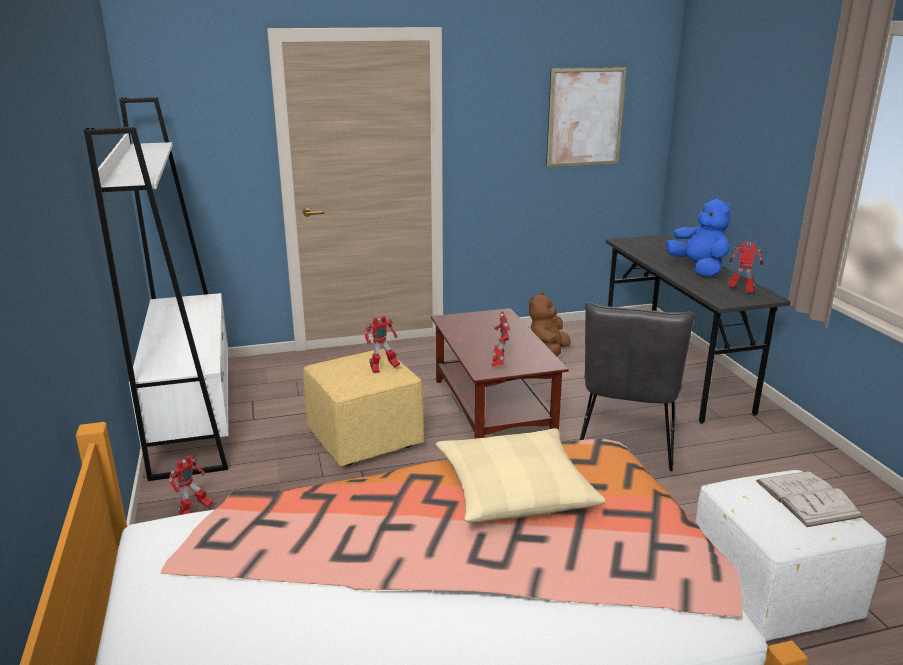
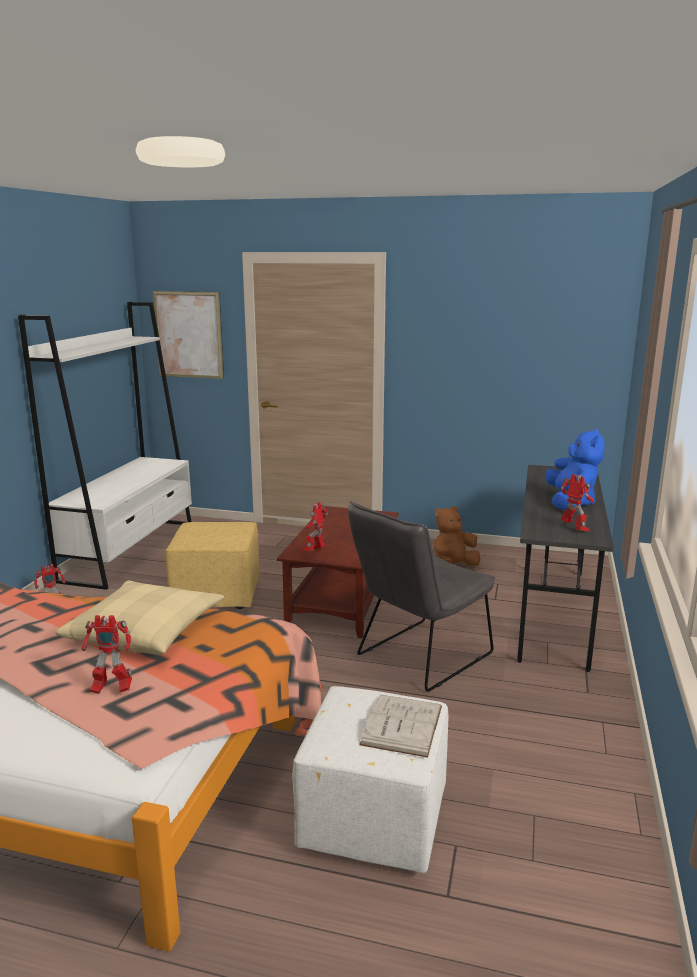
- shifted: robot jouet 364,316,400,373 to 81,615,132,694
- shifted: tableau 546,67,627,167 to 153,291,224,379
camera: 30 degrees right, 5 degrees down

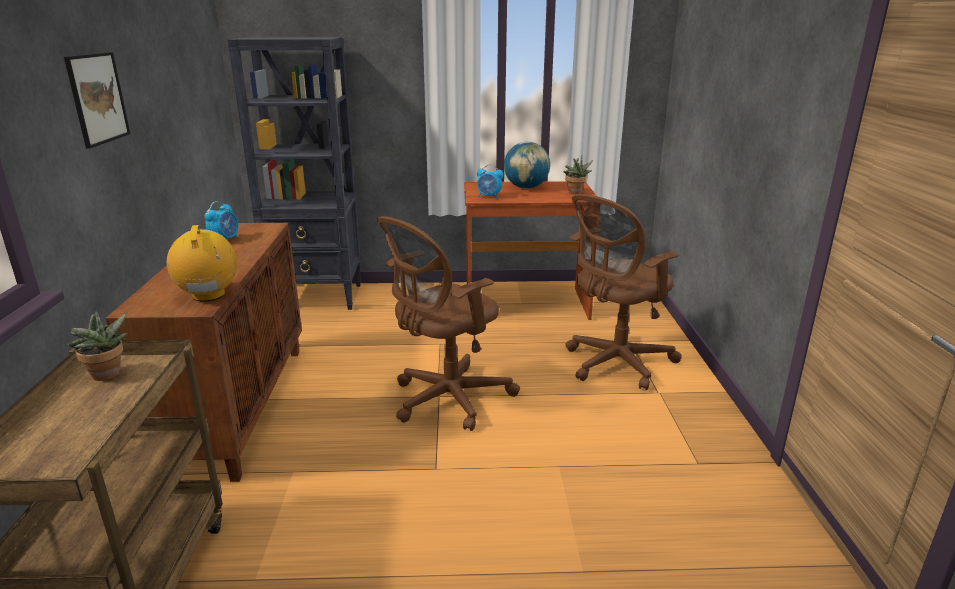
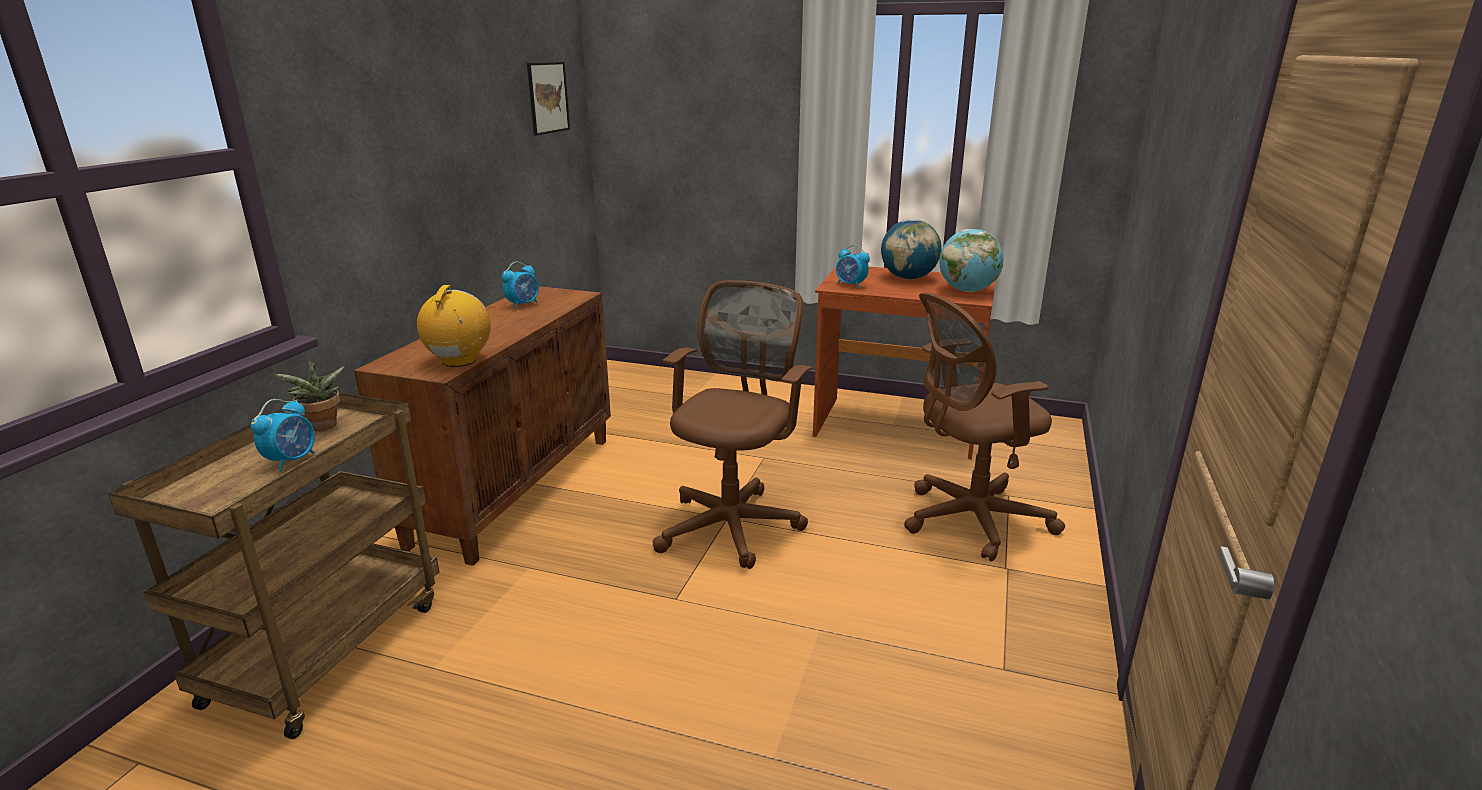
- shifted: tableau 64,52,130,149 to 527,62,570,136
- gone: bibliothèque/noir 228,37,361,310
- rotated: chaise de bureau/marron 377,216,520,431 = 653,280,813,569 135 degrees clockwise
- swapped: plante en pot 564,156,593,194 to globe 939,229,1003,292
- new: réveil 251,399,315,472
camera: 20 degrees right, 0 degrees up

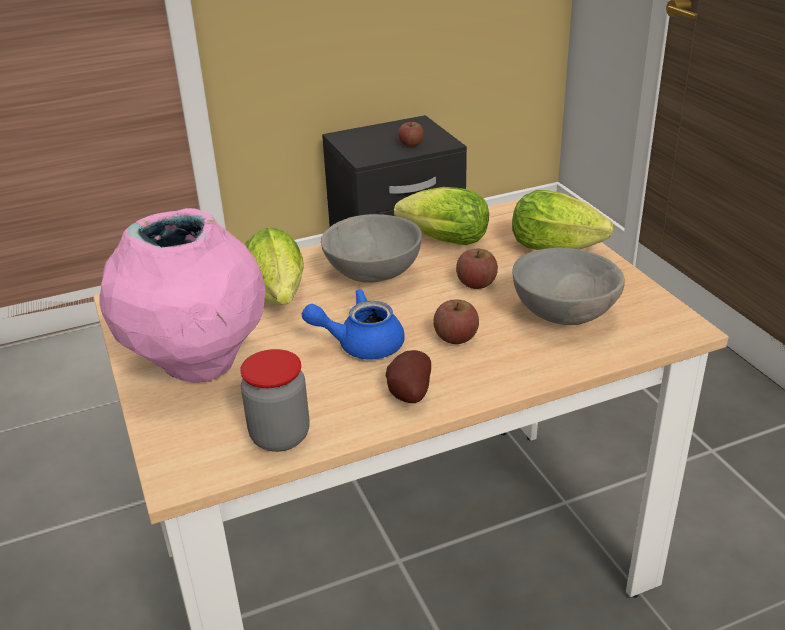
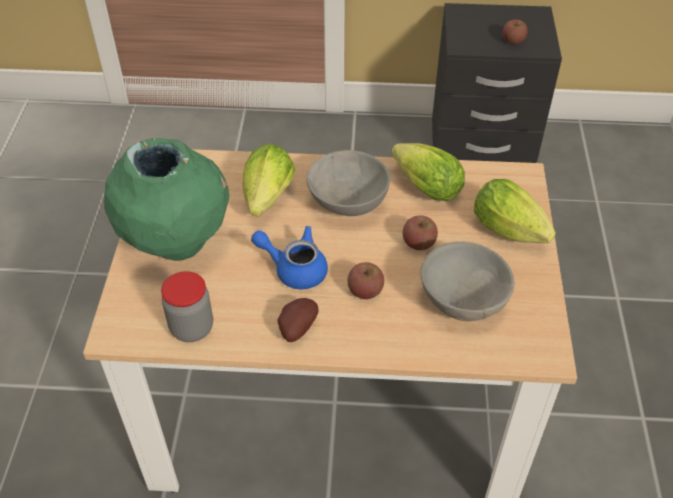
- repainted: vase/rose 99,208,266,382 to vase/vert 104,138,229,261
camera: 25 degrees right, 15 degrees up

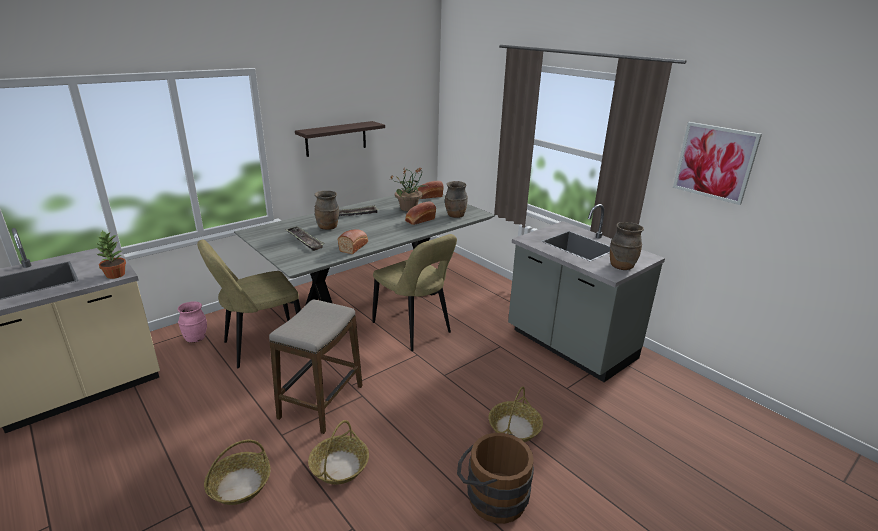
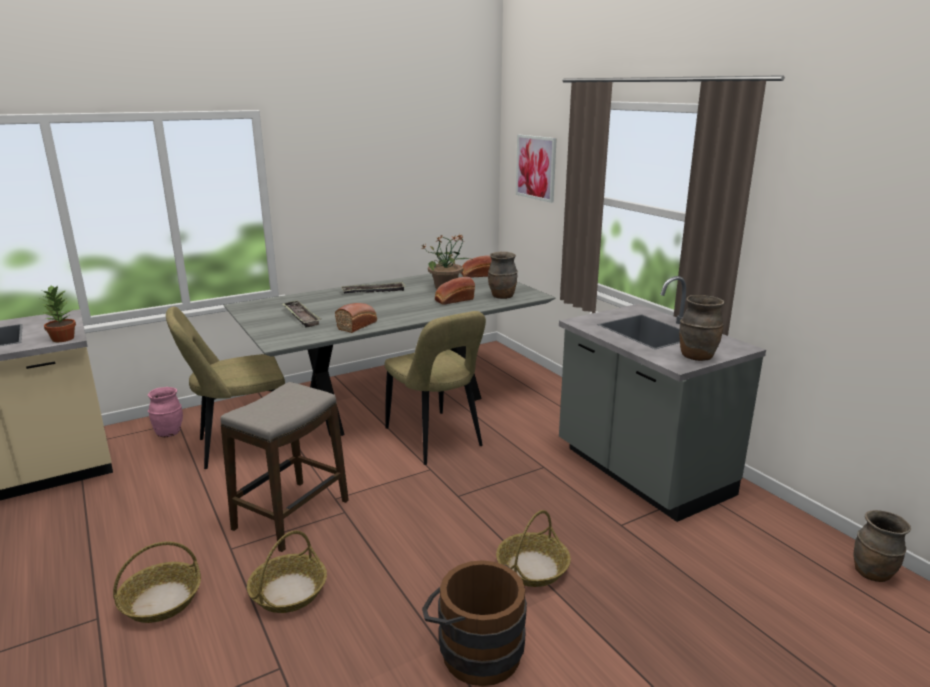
- gone: étagère 295,121,385,157
- shifted: vase/marron 315,191,339,230 to 853,510,911,582
- shifted: tableau 673,122,762,205 to 516,135,557,203
camera: 10 degrees right, 5 degrees down

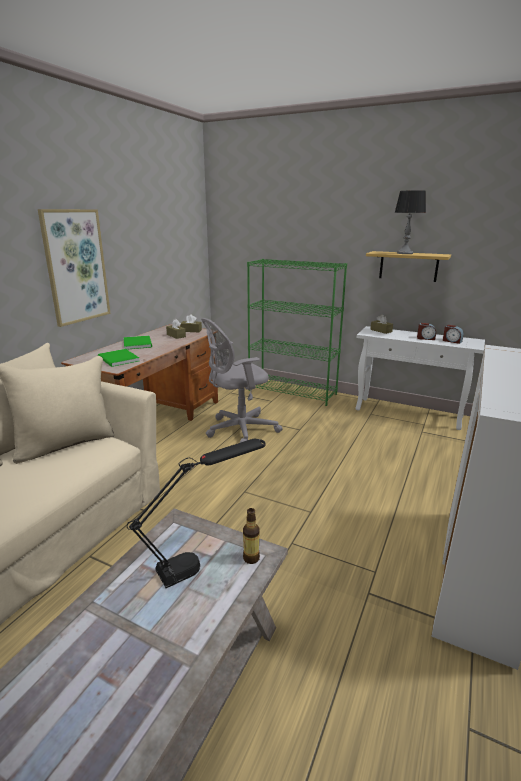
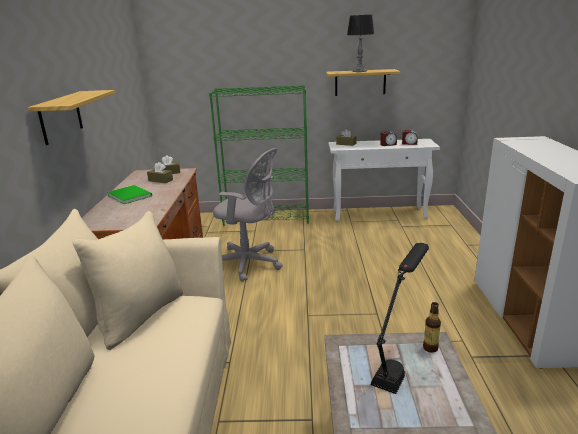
- swapped: tableau 38,209,111,327 to étagère 28,90,115,145
- gone: livre/vert 98,349,140,367
- rotated: chaise de bureau/gris 201,318,283,443 = 213,148,283,282 105 degrees counterclockwise
camera: 25 degrees left, 0 degrees up

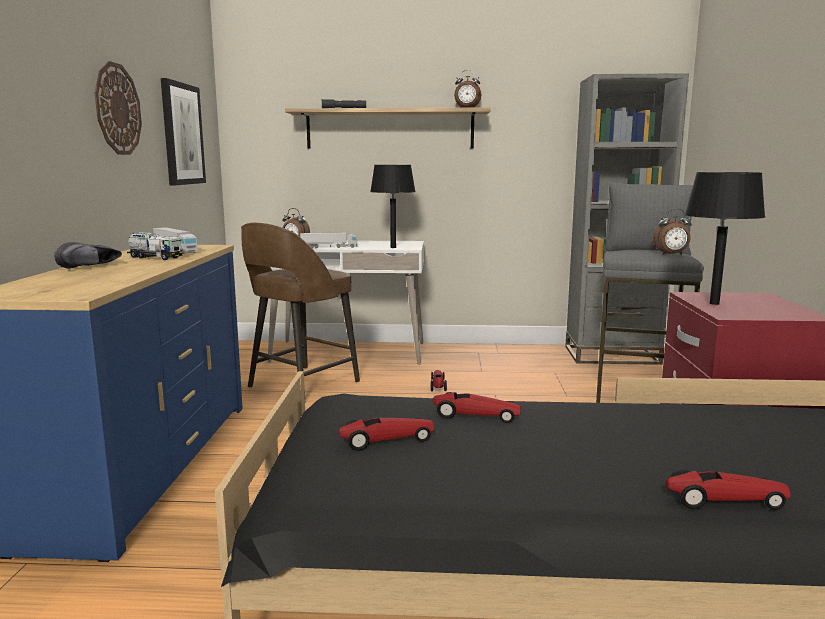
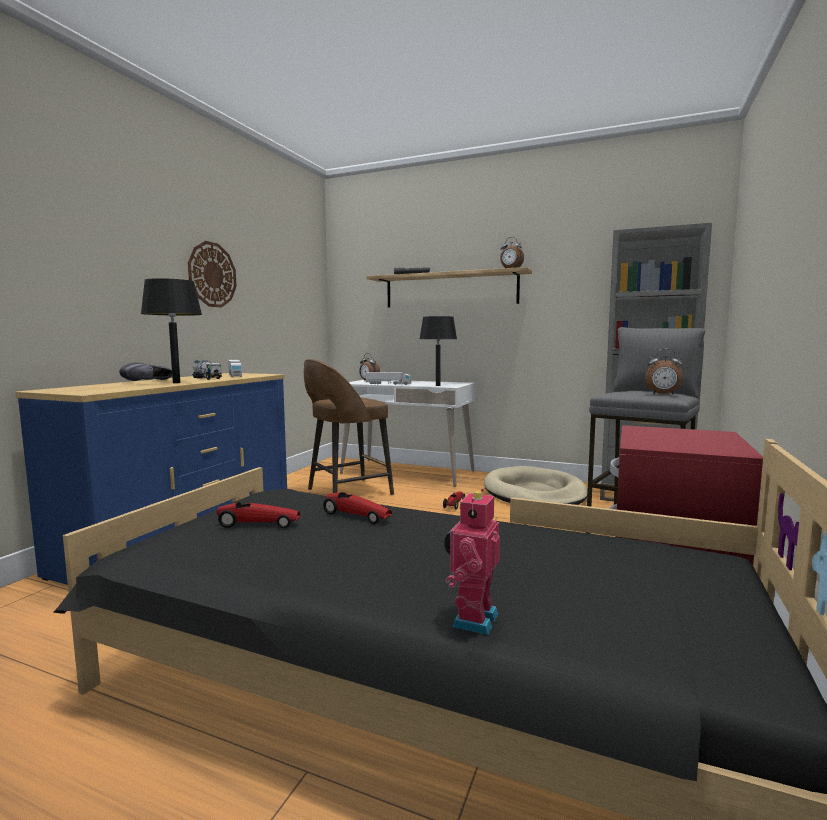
- gone: tableau 161,78,206,185
- swapped: petite voiture 666,469,791,510 to robot jouet 444,489,500,635
- shifted: lampe de table/noir 685,172,765,305 to 141,278,202,383
- new: panier pour chien/beige 484,466,588,505
camera: 20 degrees right, 5 degrees down

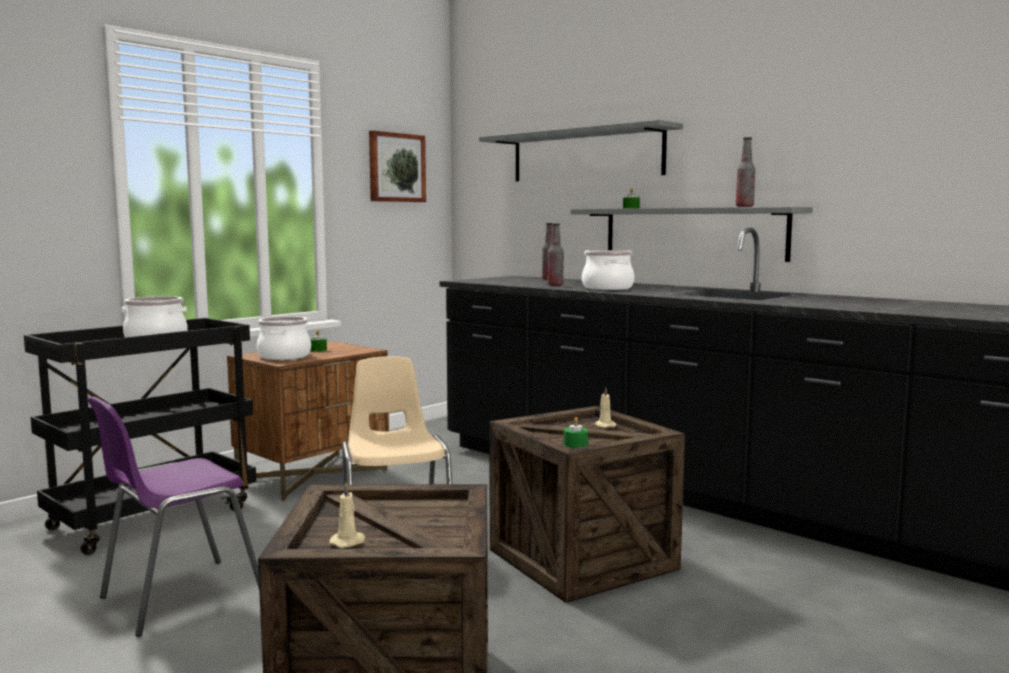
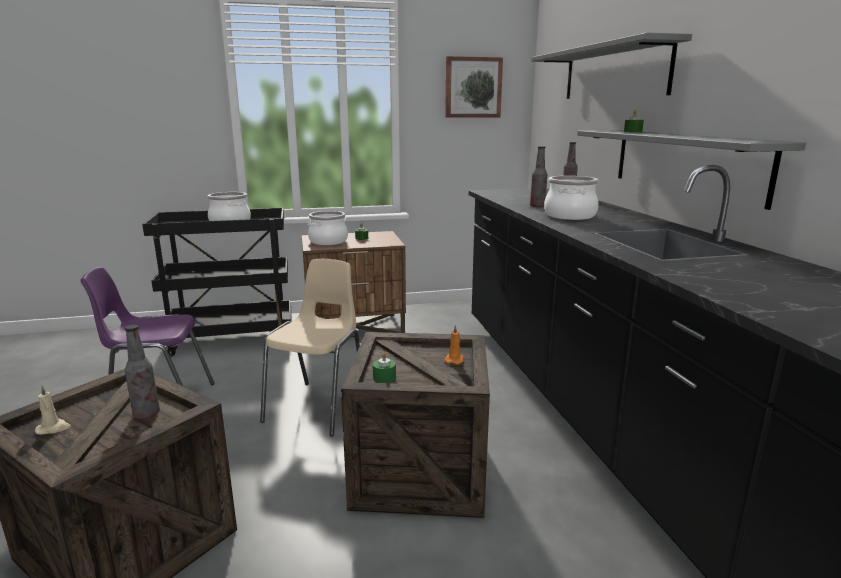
- repainted: bougie/beige 595,387,616,428 to bougie/orange 444,324,464,364
- shifted: bouteille 736,137,755,207 to 124,325,160,419
camera: 35 degrees right, 10 degrees up

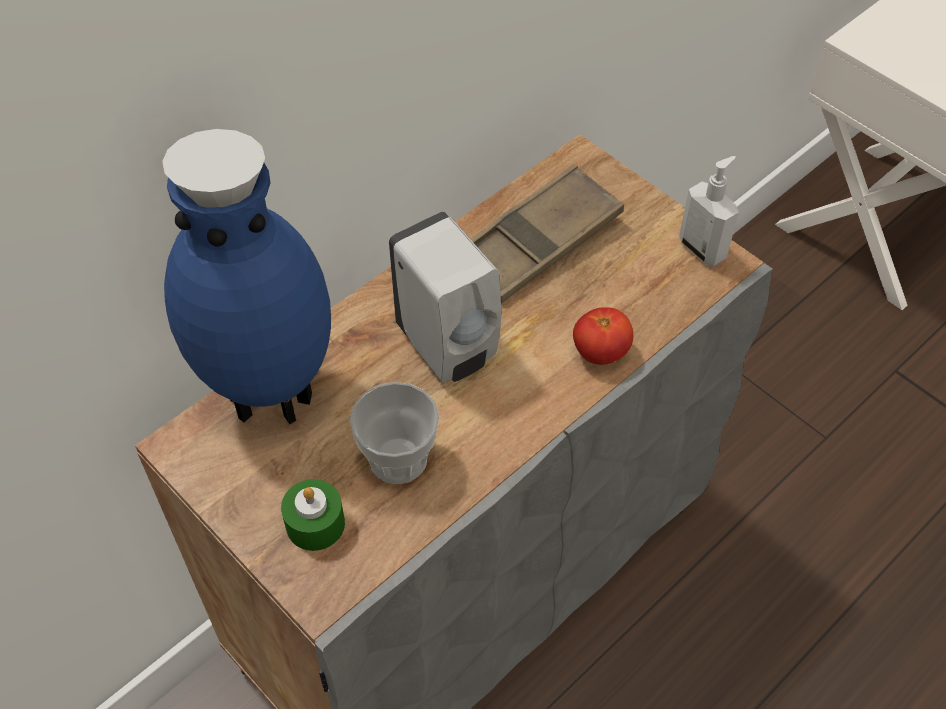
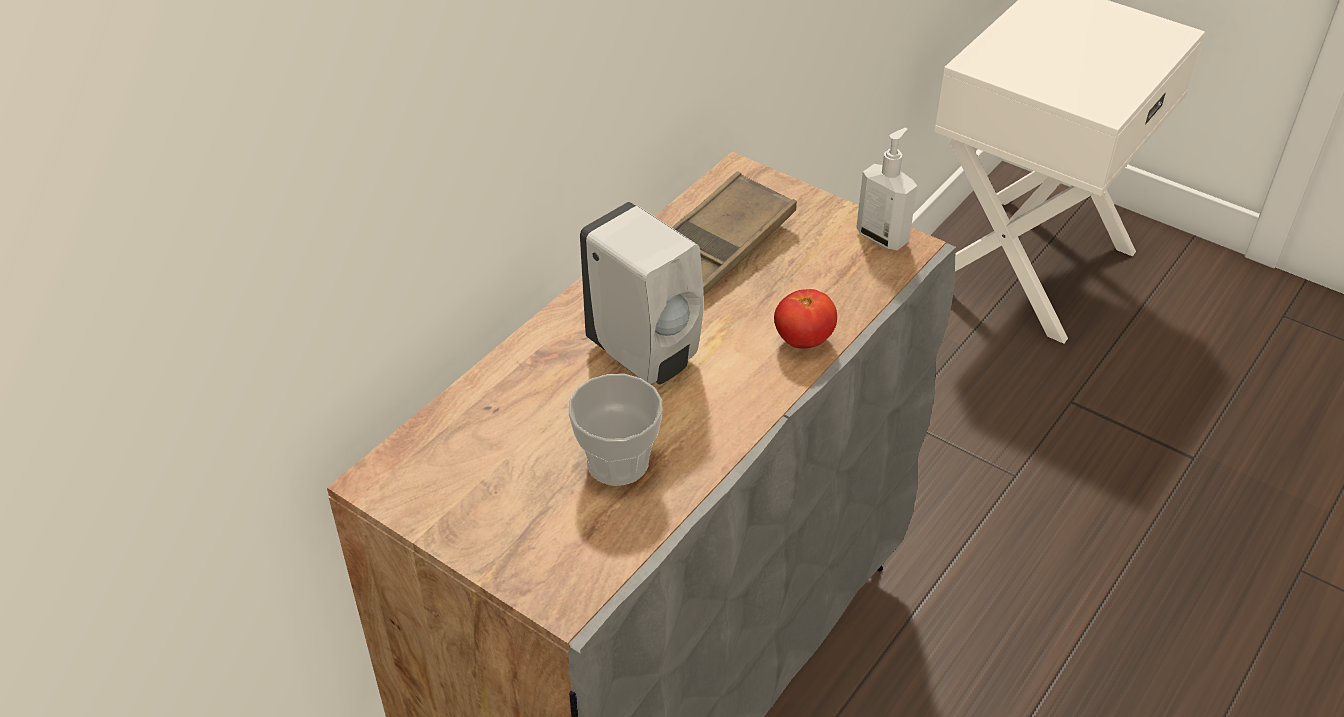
- gone: vase/bleu 162,129,331,425
- gone: bougie/vert 281,479,345,551
camera: 10 degrees left, 10 degrees down

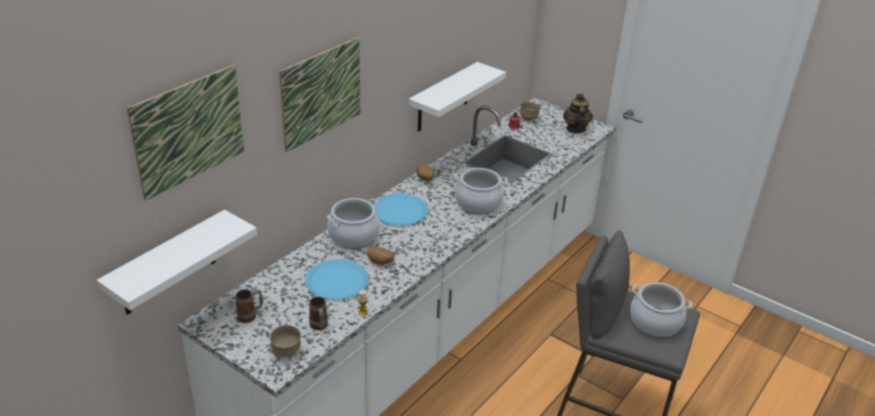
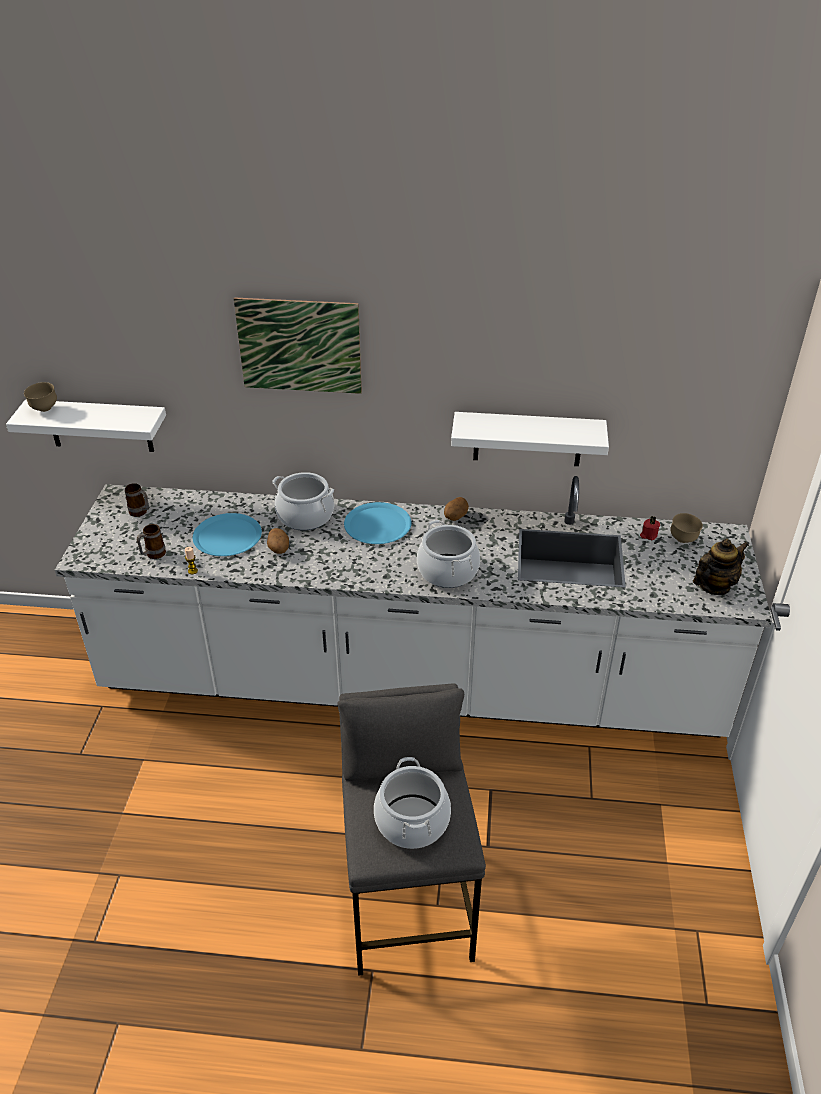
- gone: tableau 127,65,244,200
- shifted: bol/marron 270,325,301,356 to 24,382,57,412
camera: 60 degrees right, 5 degrees up

